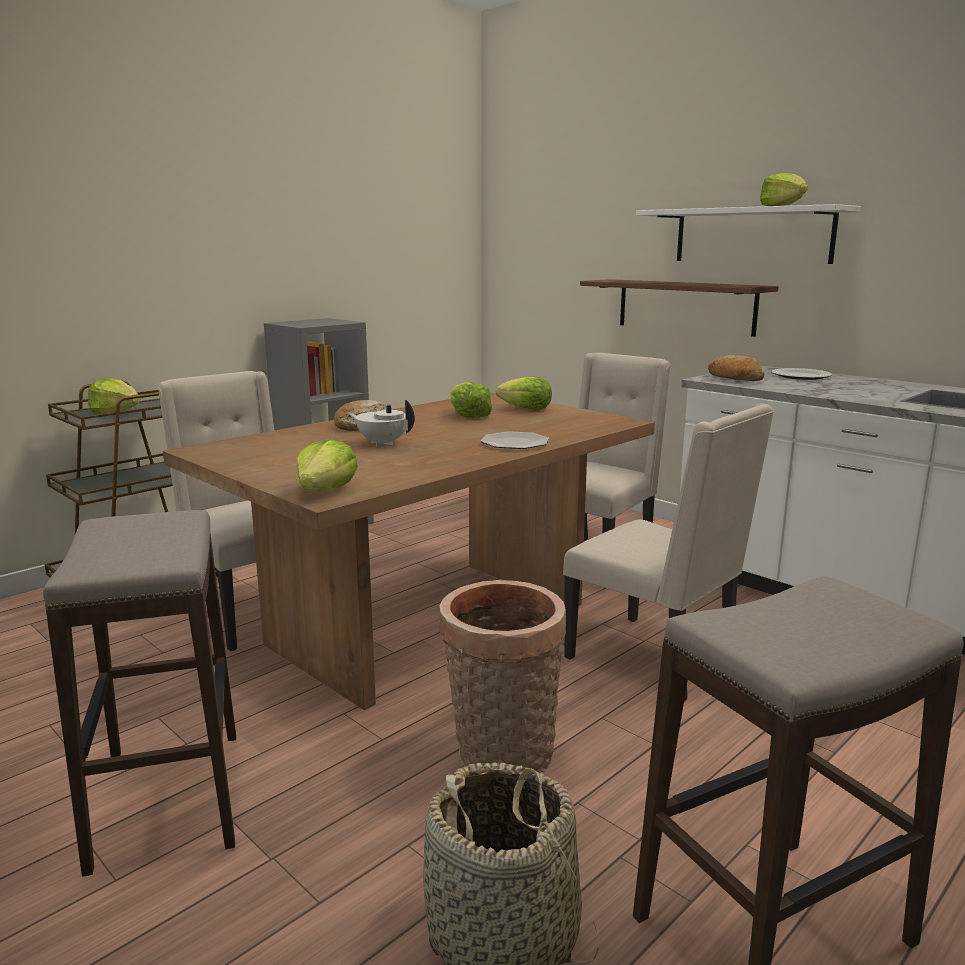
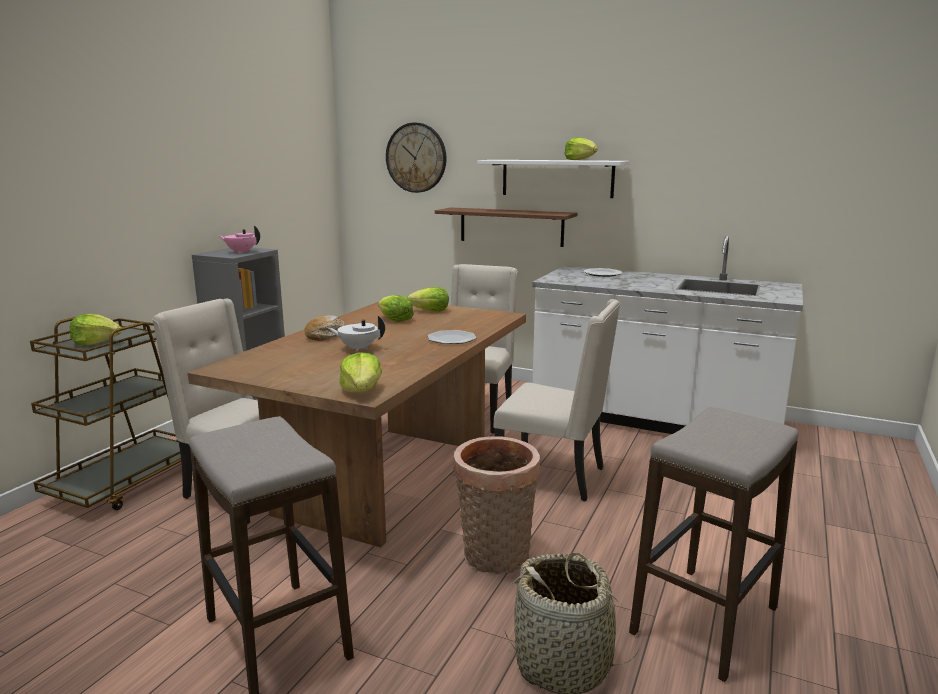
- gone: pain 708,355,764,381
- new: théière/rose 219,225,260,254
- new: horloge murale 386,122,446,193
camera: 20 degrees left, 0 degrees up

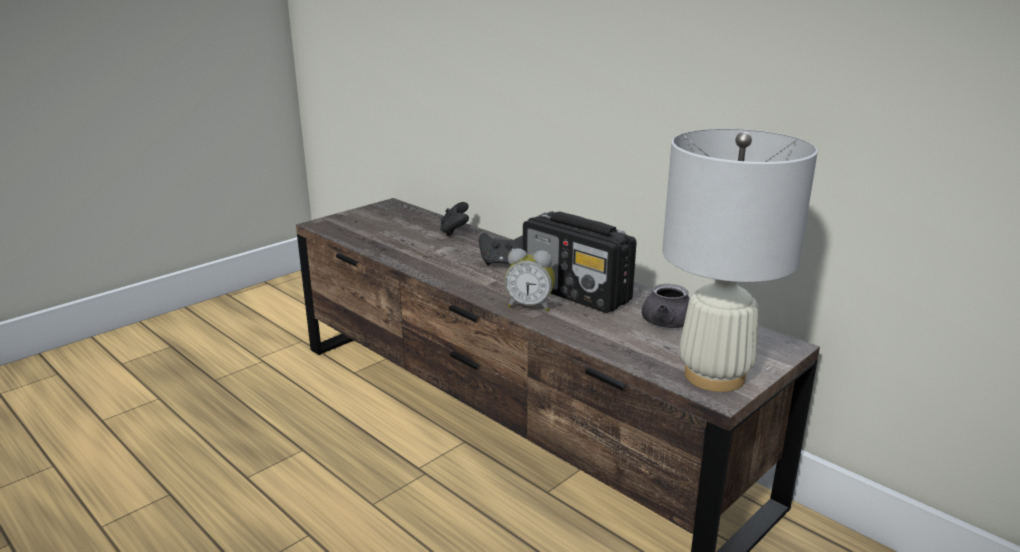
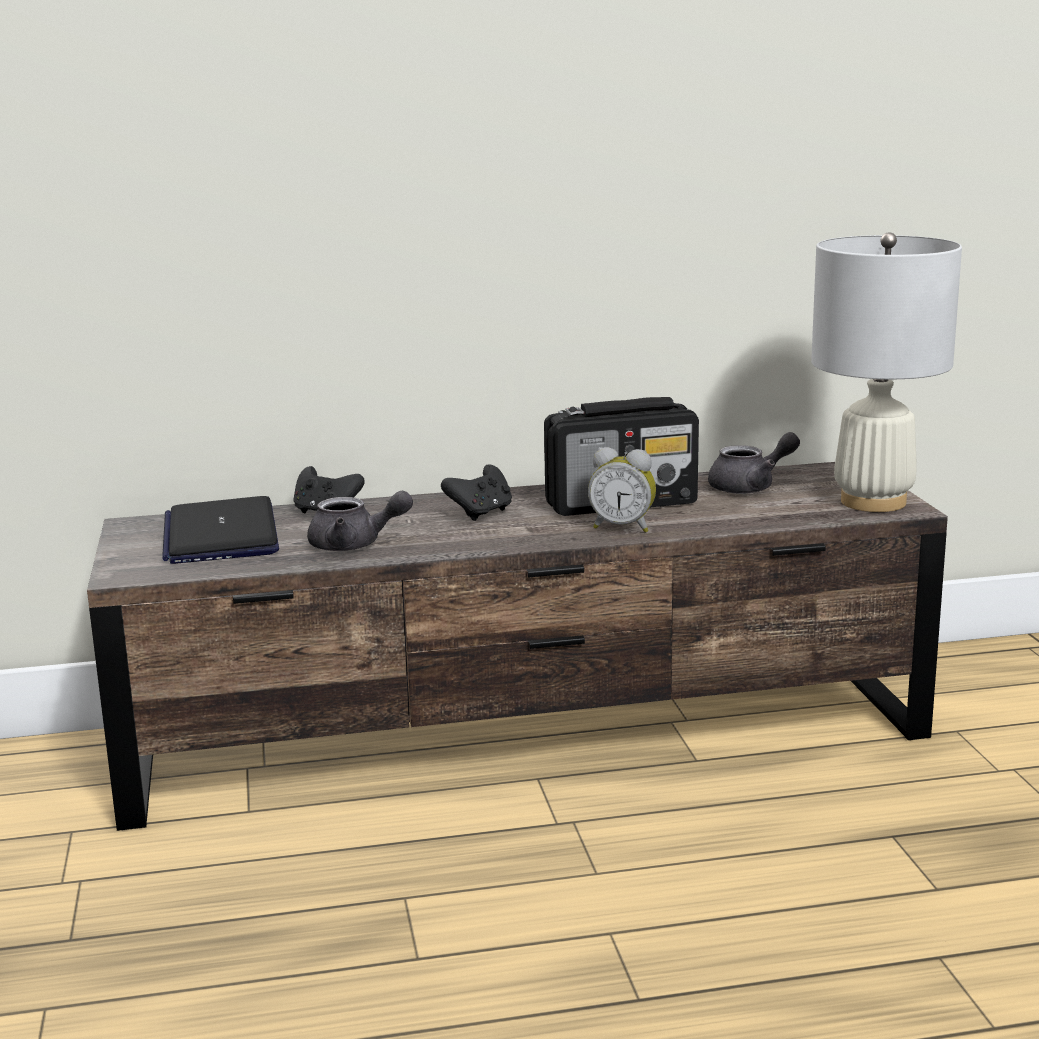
- rotated: réveil 504,248,555,311 = 588,447,656,533 60 degrees clockwise
- new: ordinateur portable 162,496,279,564
- new: théière/gris 307,491,413,551
camera: 55 degrees left, 5 degrees down

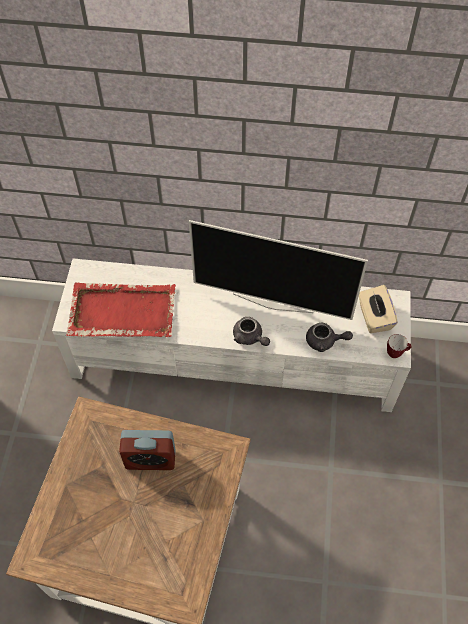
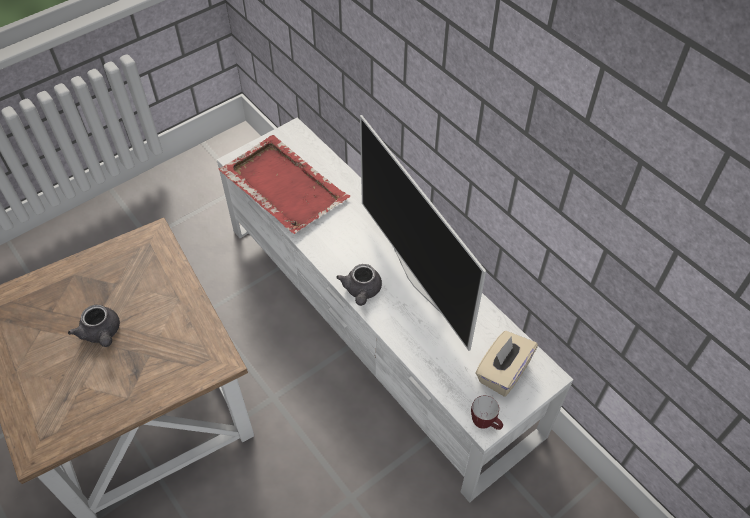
- gone: réveil 119,430,176,470
- shifted: théière/gris 306,323,353,352 to 68,305,120,347
camera: 45 degrees right, 5 degrees down

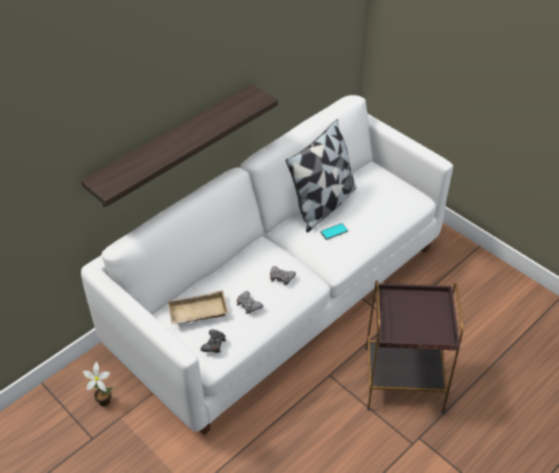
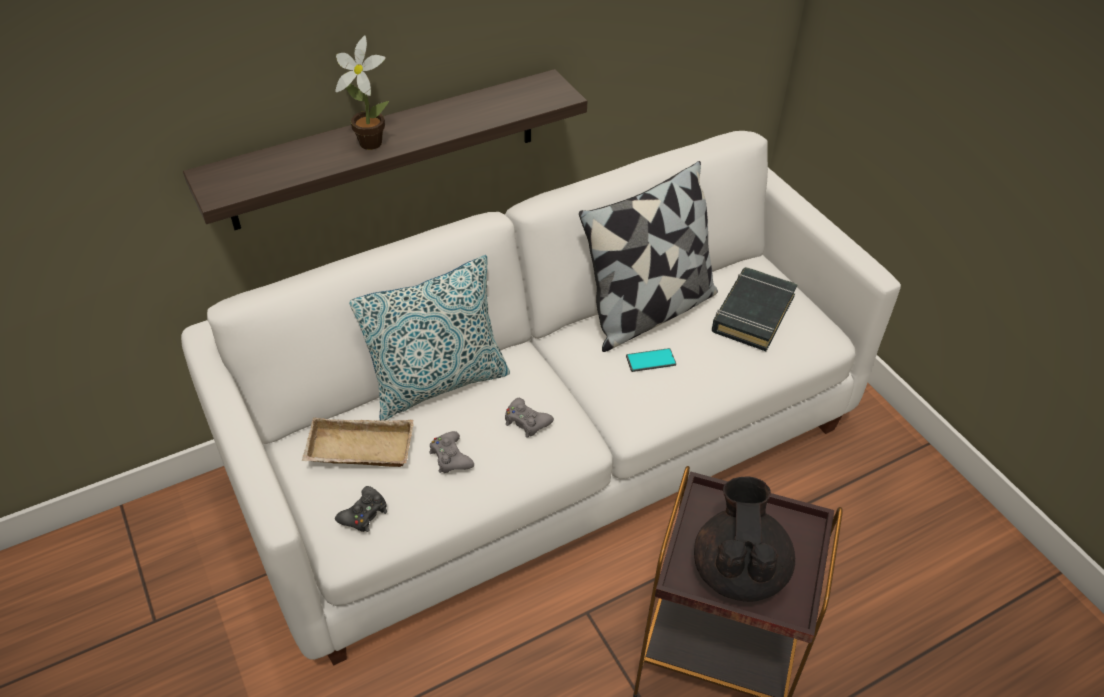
- shifted: plante en pot 83,362,113,406 to 336,36,389,150
- new: coussin 349,255,510,421
- new: théière/noir 694,477,795,602
- new: livre/noir 712,267,798,351
camera: 15 degrees right, 0 degrees up

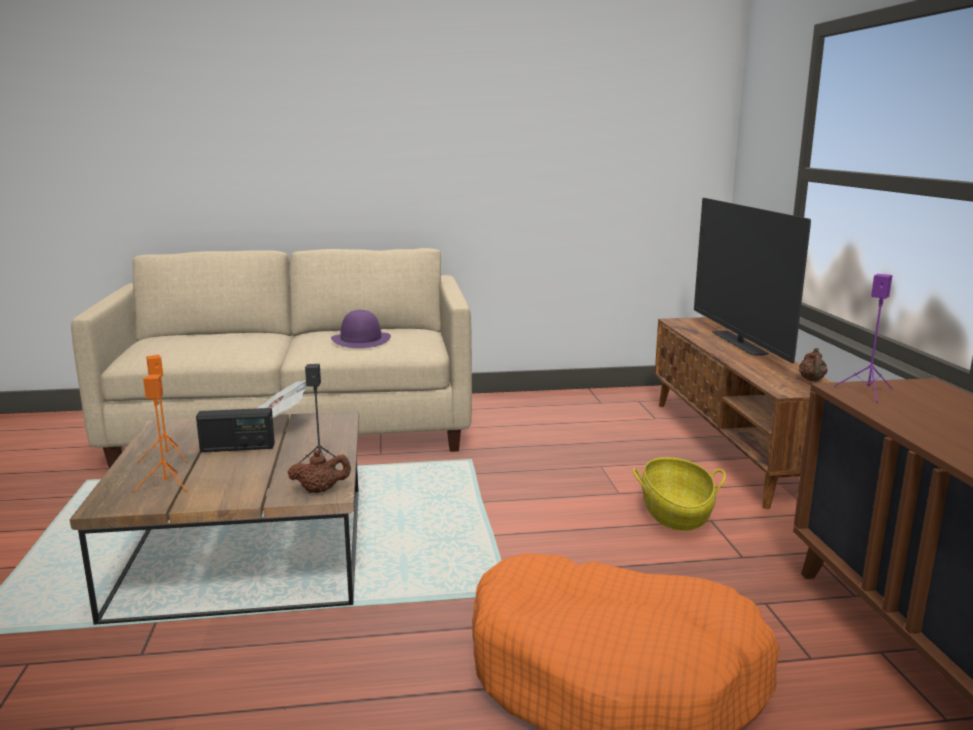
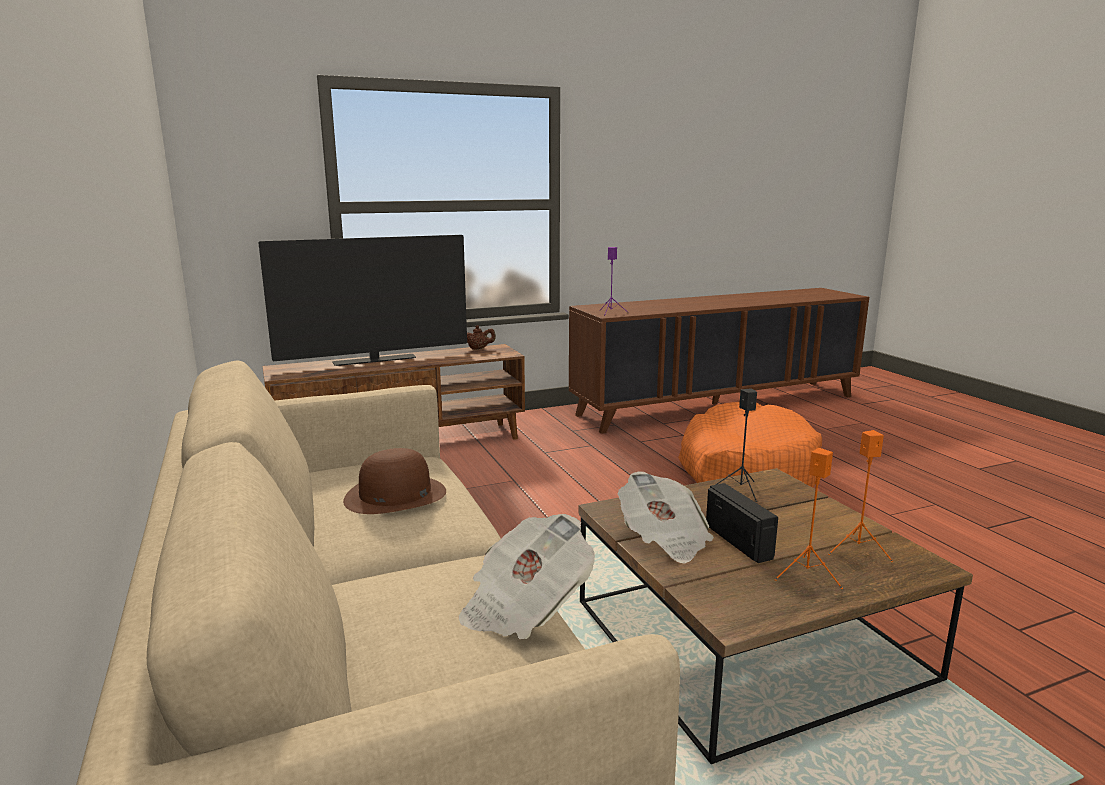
- gone: théière/marron 288,450,351,493
- repainted: chapeau/violet 331,310,391,348 to chapeau/marron 343,448,446,514
- gone: panier 633,457,726,531
- new: journal 458,514,595,639
camera: 105 degrees left, 0 degrees up

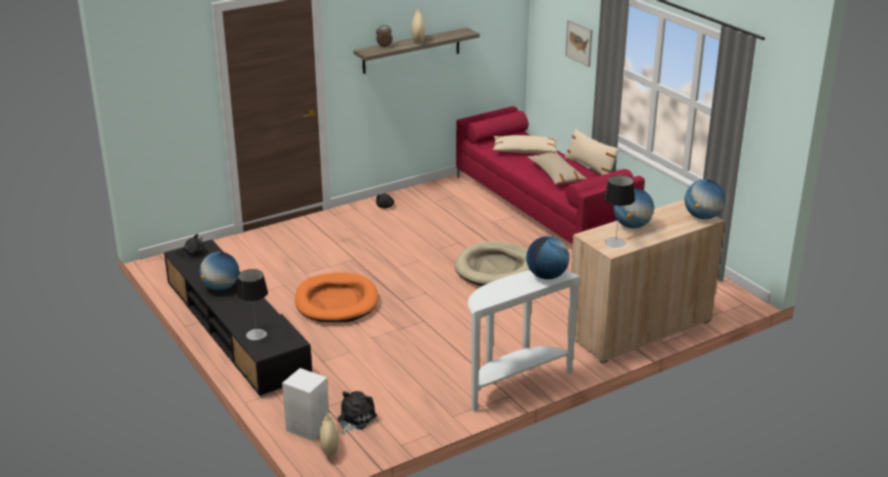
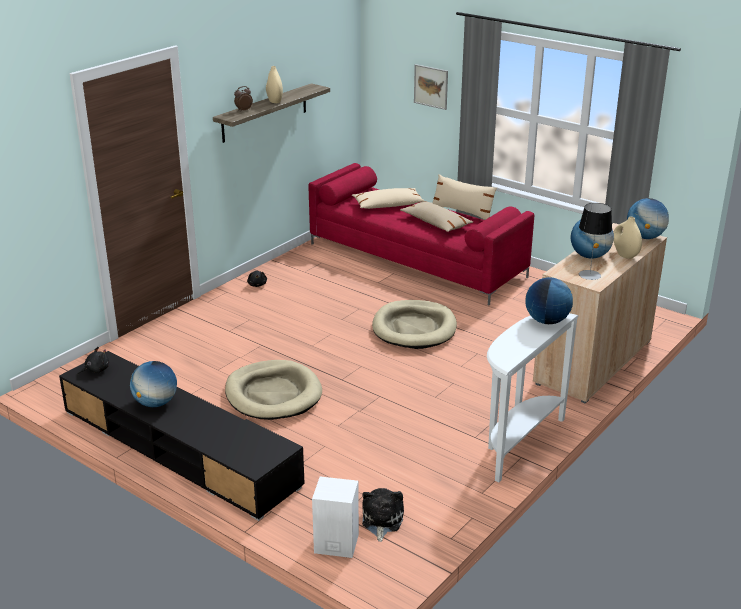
- gone: lampe de table 237,269,268,340
- repainted: panier pour chien/orange 295,272,379,323 to panier pour chien/beige 225,360,322,420
- shifted: vase/beige 319,413,339,456 to 613,216,642,259
camera: 20 degrees left, 0 degrees up

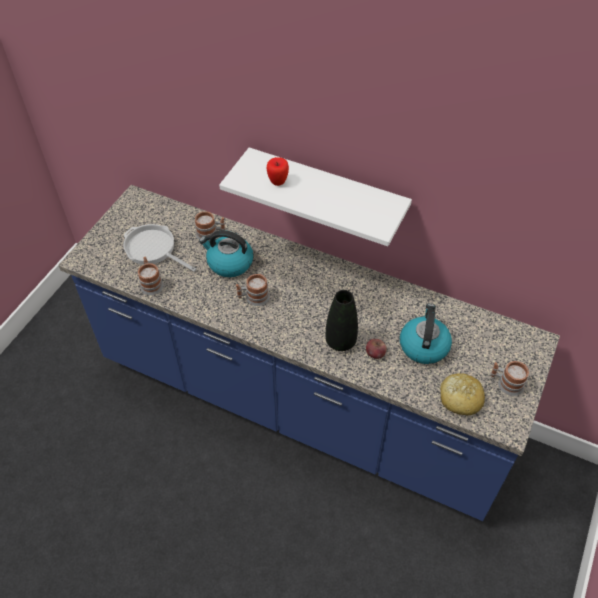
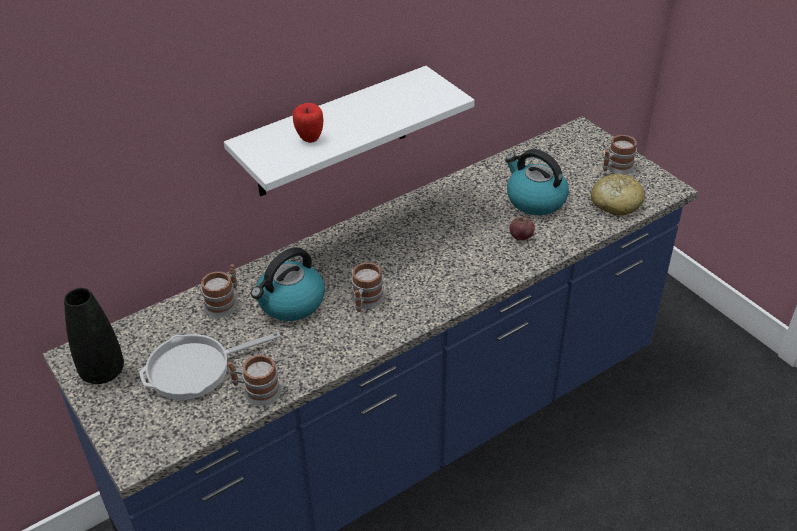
- shifted: vase/noir 326,290,358,351 to 64,288,124,384
camera: 60 degrees left, 10 degrees down

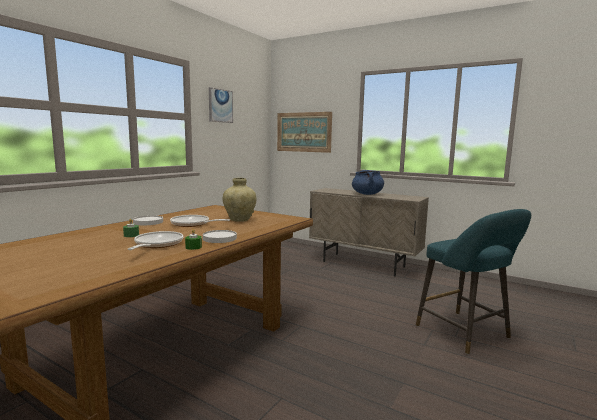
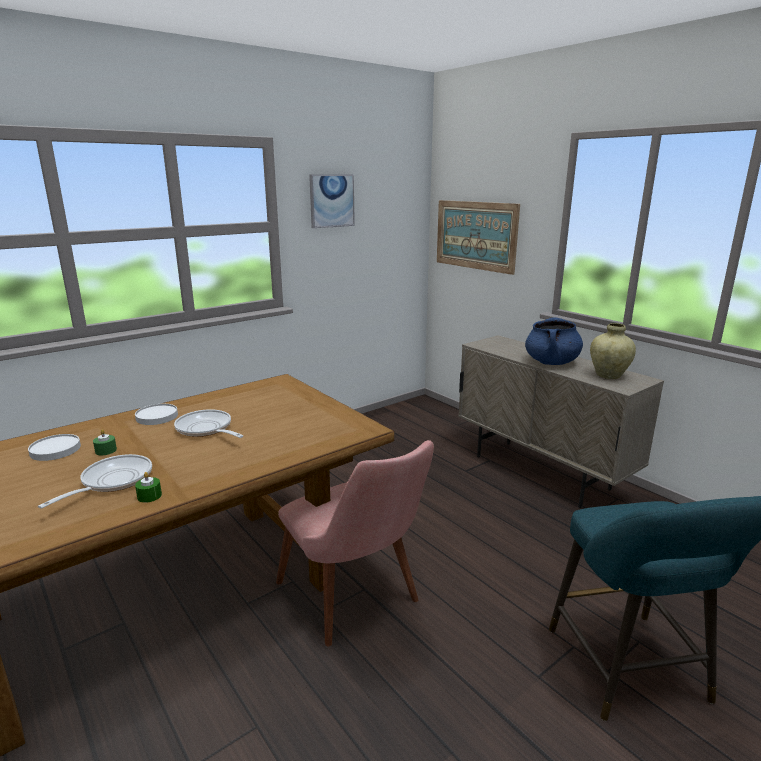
- shifted: assiette/blanc 203,230,237,243 to 28,434,81,461
- shifted: vase/beige 223,178,257,222 to 590,323,636,379
- new: chaise/rose 276,440,434,647
camera: 20 degrees right, 10 degrees up

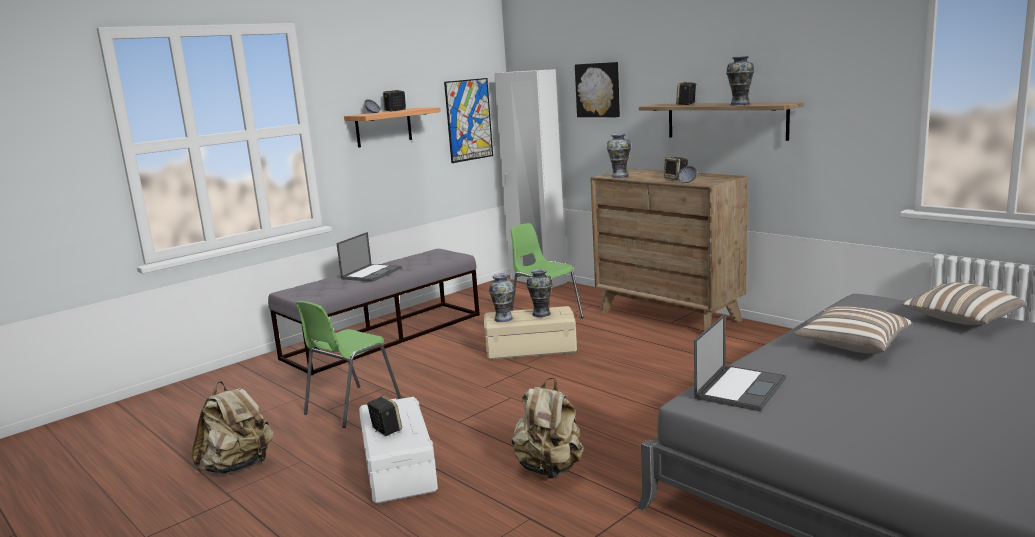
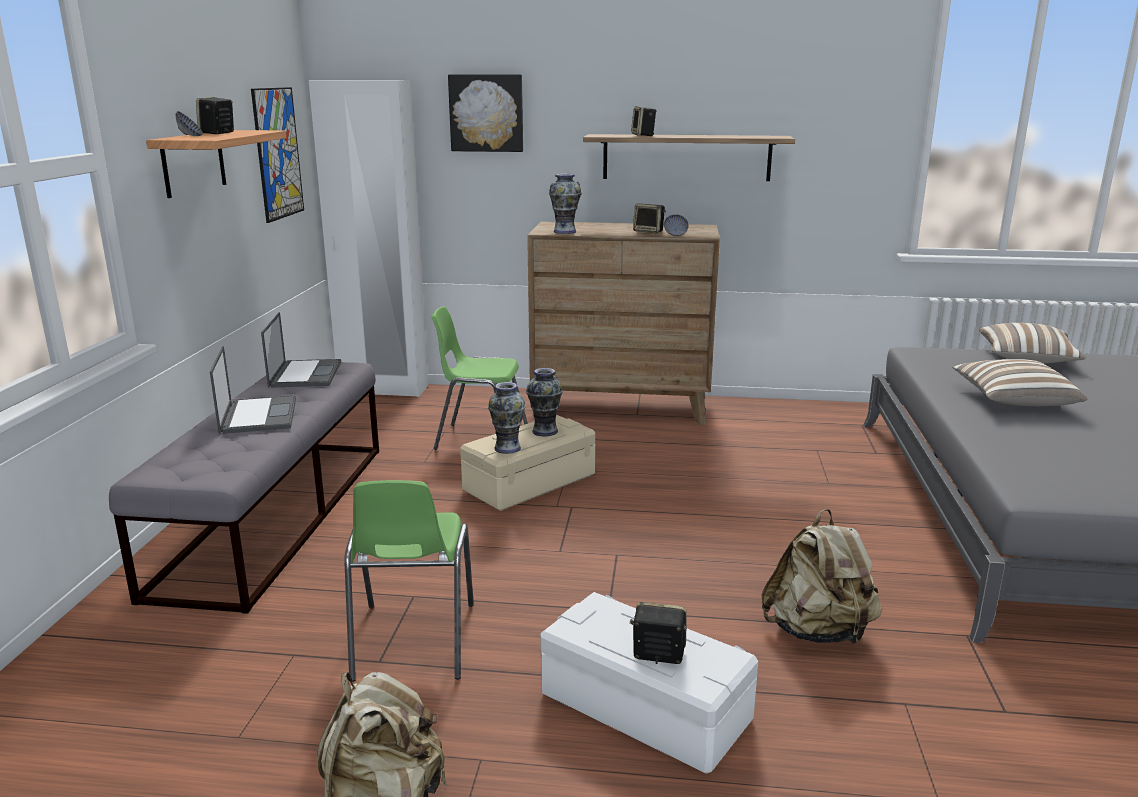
- shifted: ordinateur portable 694,314,786,412 to 261,312,341,387
- gone: vase 726,56,754,105
camera: 40 degrees left, 5 degrees up

